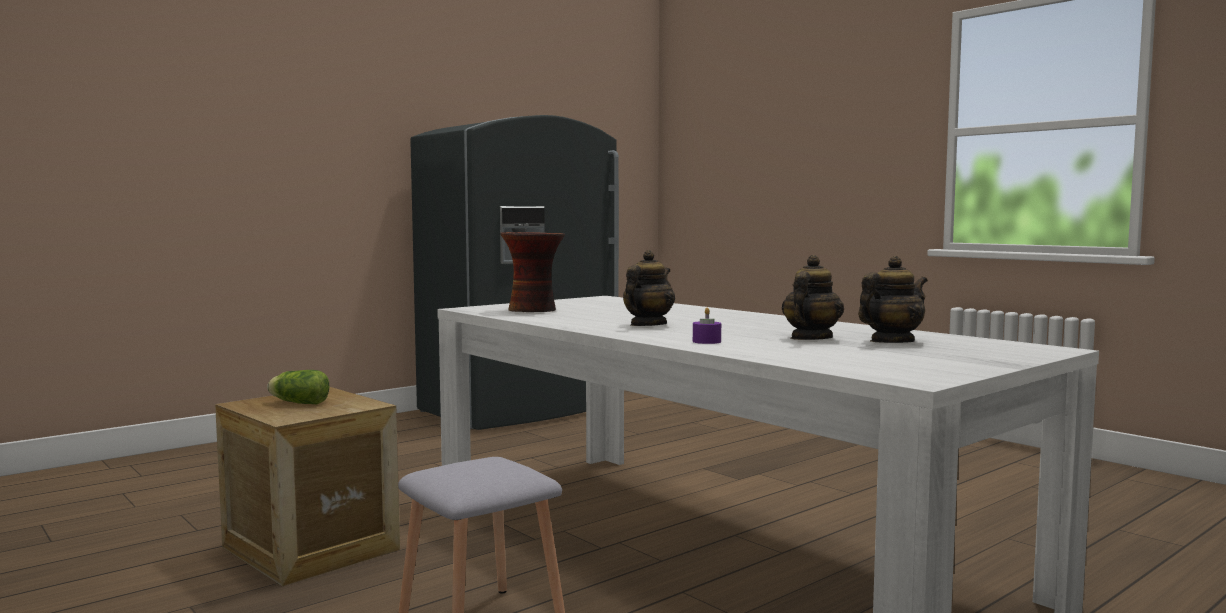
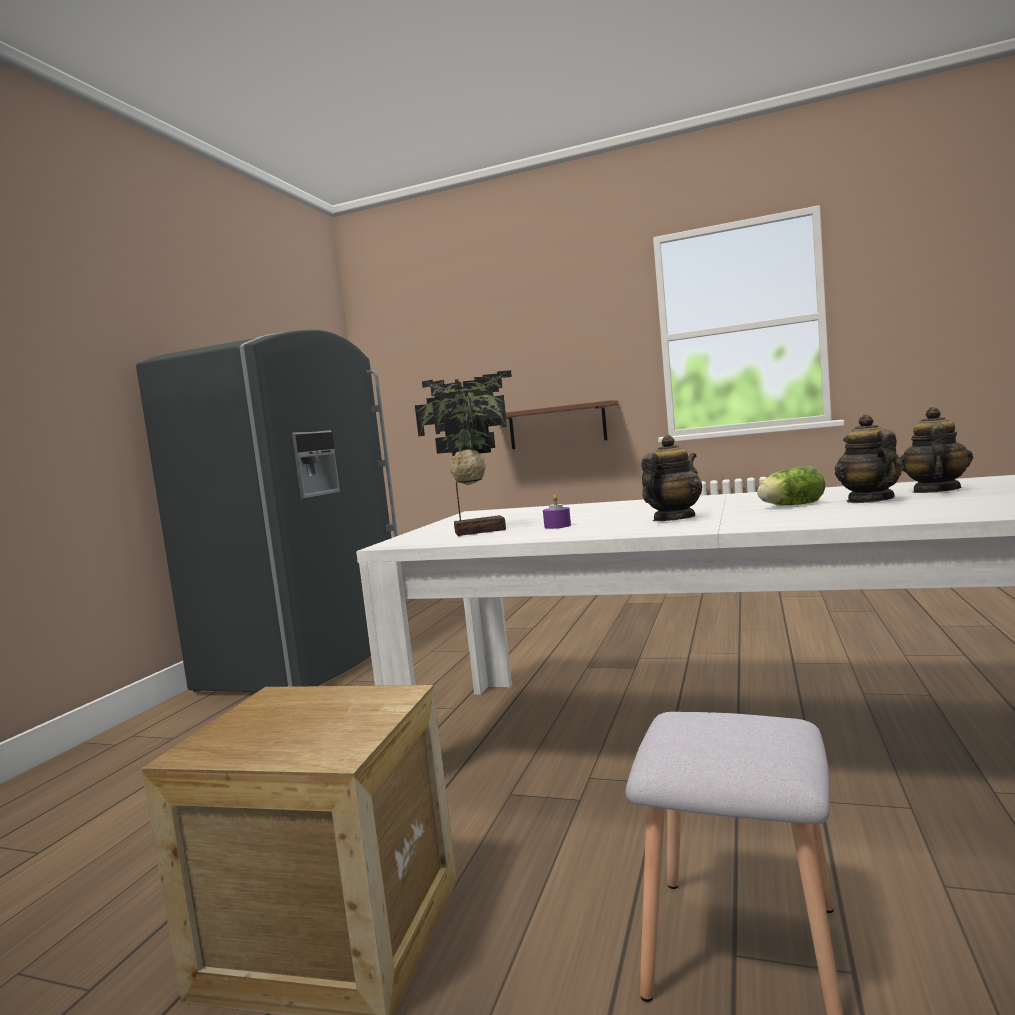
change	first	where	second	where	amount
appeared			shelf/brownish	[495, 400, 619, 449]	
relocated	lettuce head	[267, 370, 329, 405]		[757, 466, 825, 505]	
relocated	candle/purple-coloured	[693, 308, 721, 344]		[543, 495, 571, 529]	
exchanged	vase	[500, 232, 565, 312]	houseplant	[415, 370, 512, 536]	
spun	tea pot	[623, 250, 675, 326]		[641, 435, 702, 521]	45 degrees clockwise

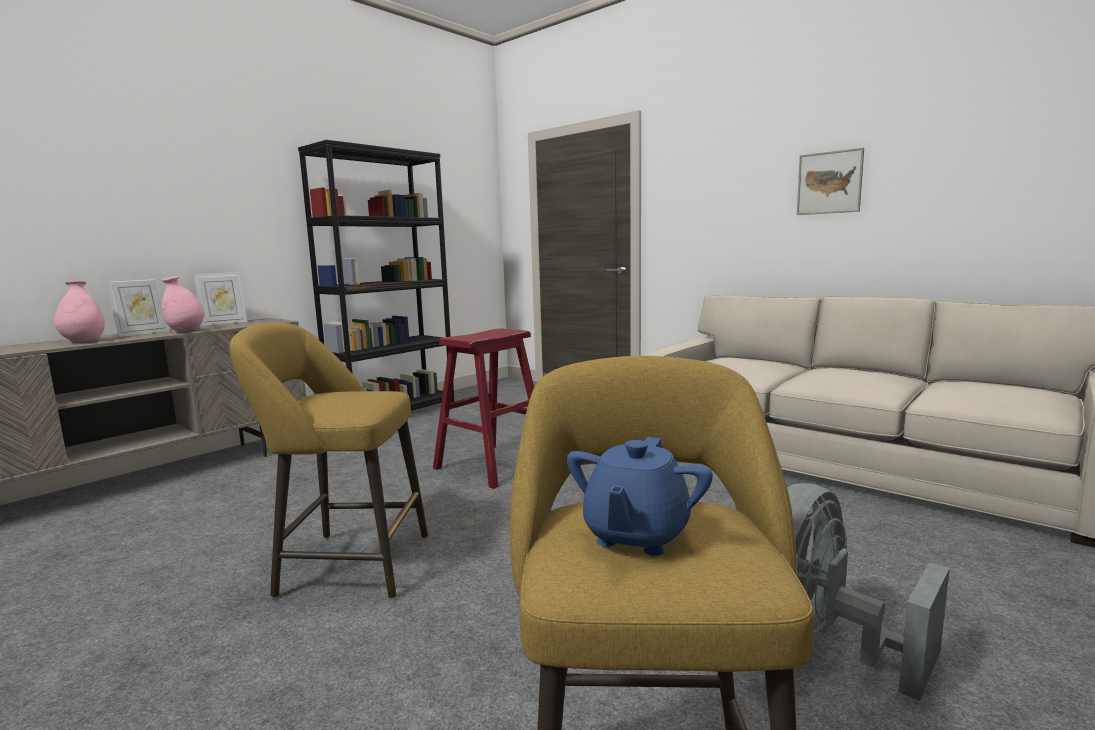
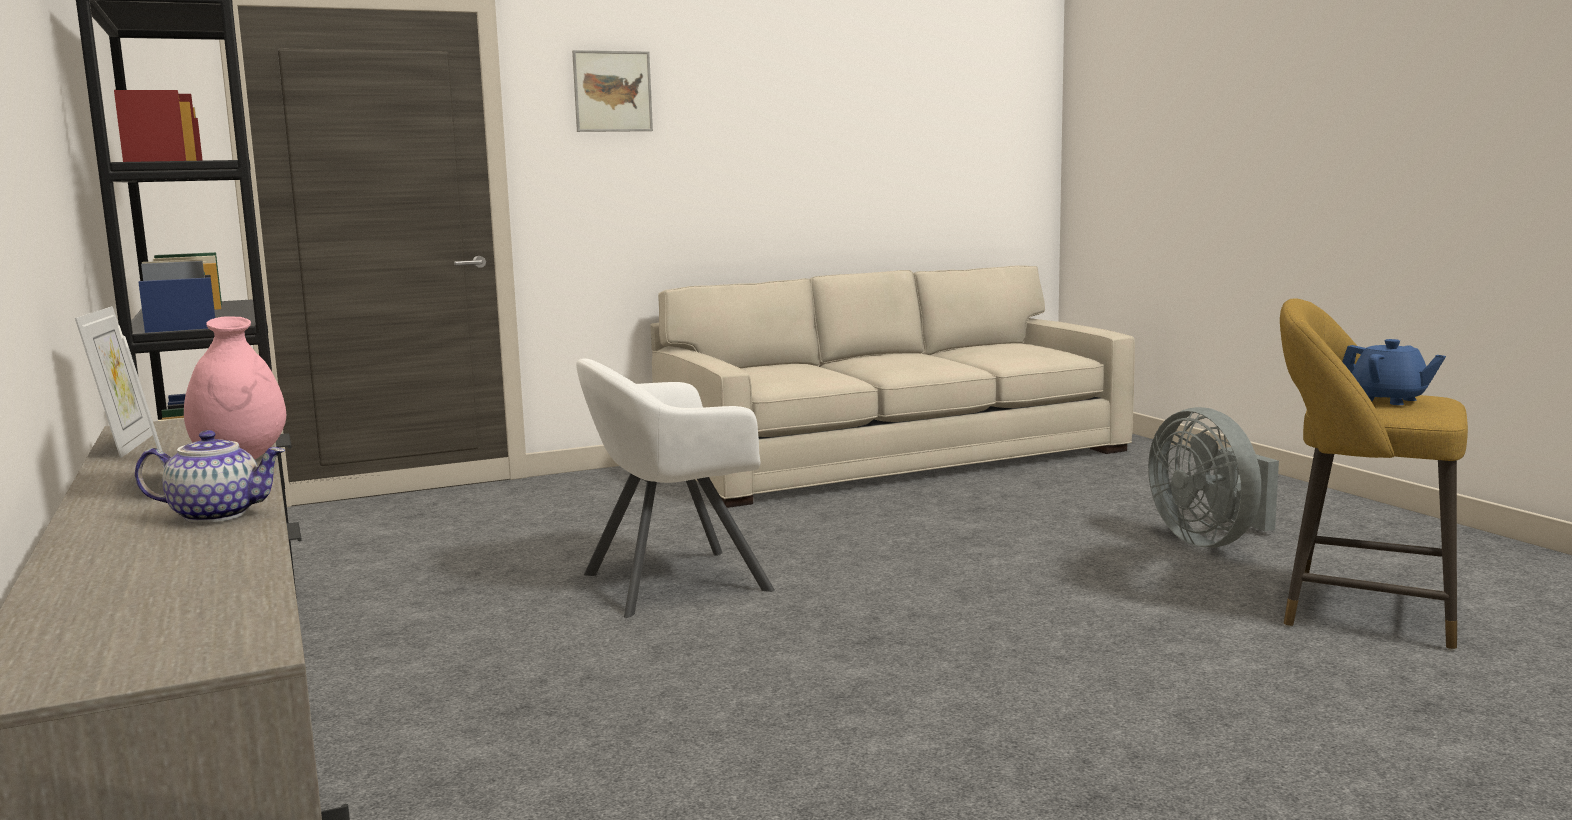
change	first	where	second	where	amount
missing	stool/yellowish	[229, 322, 428, 599]			
relocated	wall art	[797, 148, 864, 215]		[572, 50, 653, 132]	
exchanged	vase/pink-coloured	[54, 281, 105, 342]	tea pot	[135, 430, 285, 523]	
exchanged	stool/red	[433, 328, 534, 489]	armchair/white	[576, 359, 775, 618]	

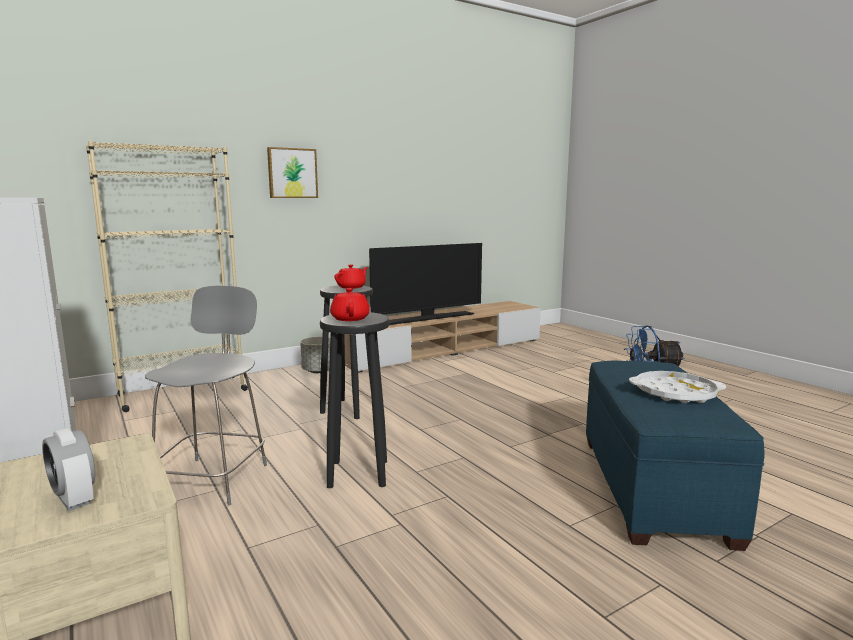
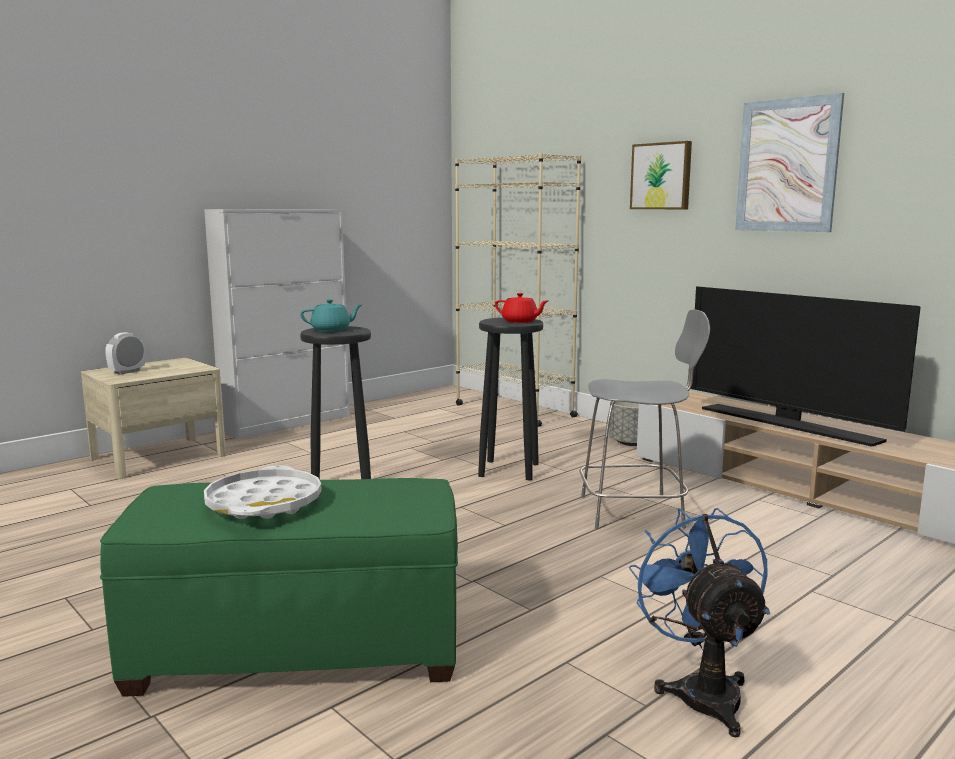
change	first	where	second	where	amount
appeared			wall art	[735, 93, 844, 232]	
relocated	stool/grey	[145, 285, 267, 506]		[579, 310, 710, 529]	
colour	tea pot/red	[330, 288, 370, 321]	tea pot/turquoise	[300, 299, 363, 332]	
colour	ottoman/blue-coloured	[586, 361, 765, 551]	ottoman/green-coloured	[100, 478, 458, 697]	

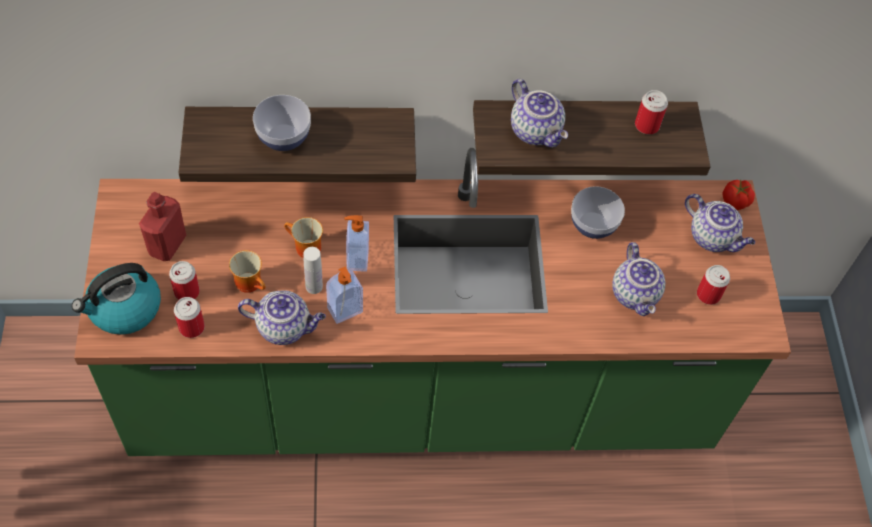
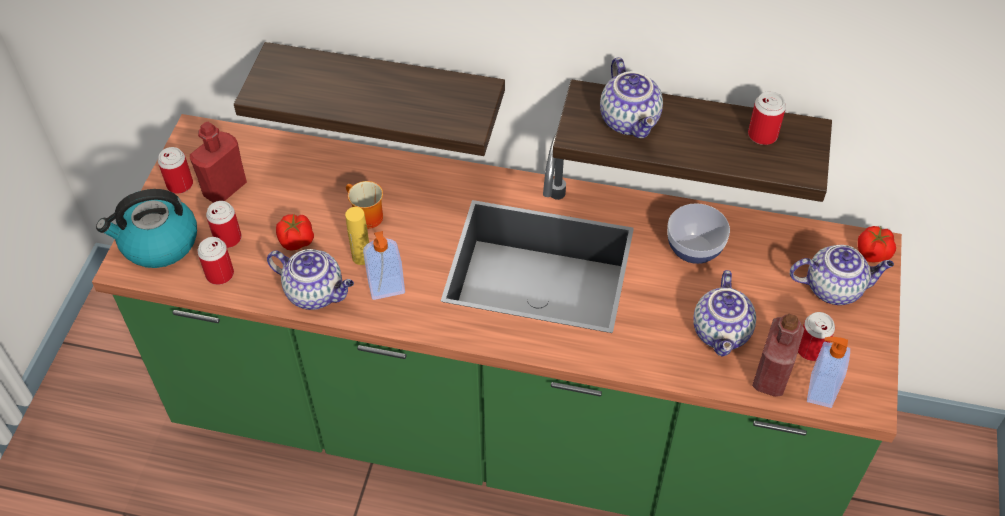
change	first	where	second	where	amount
missing	bowl	[253, 95, 311, 151]			
appeared			sealed can	[158, 147, 193, 194]	
appeared			bottle/red	[752, 314, 804, 397]	
relocated	liquid soap bottle	[344, 215, 369, 272]		[807, 337, 850, 408]	
exchanged	tea mug	[229, 250, 266, 293]	tomato	[276, 214, 314, 251]	
colour	bottle/white	[303, 247, 323, 294]	bottle/yellowish	[345, 207, 369, 265]	
spun	tea pot	[685, 194, 755, 252]		[790, 245, 894, 305]	60 degrees counterclockwise

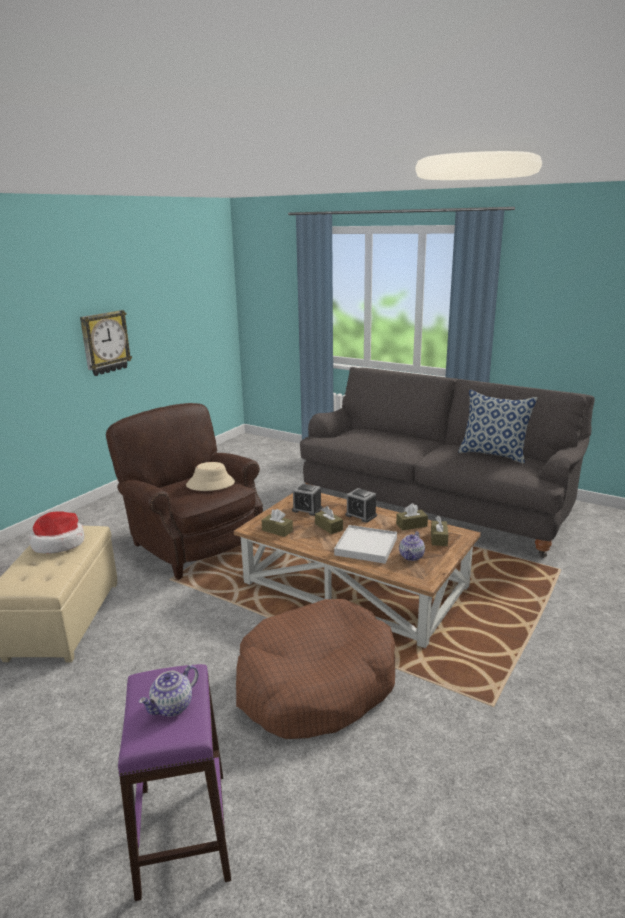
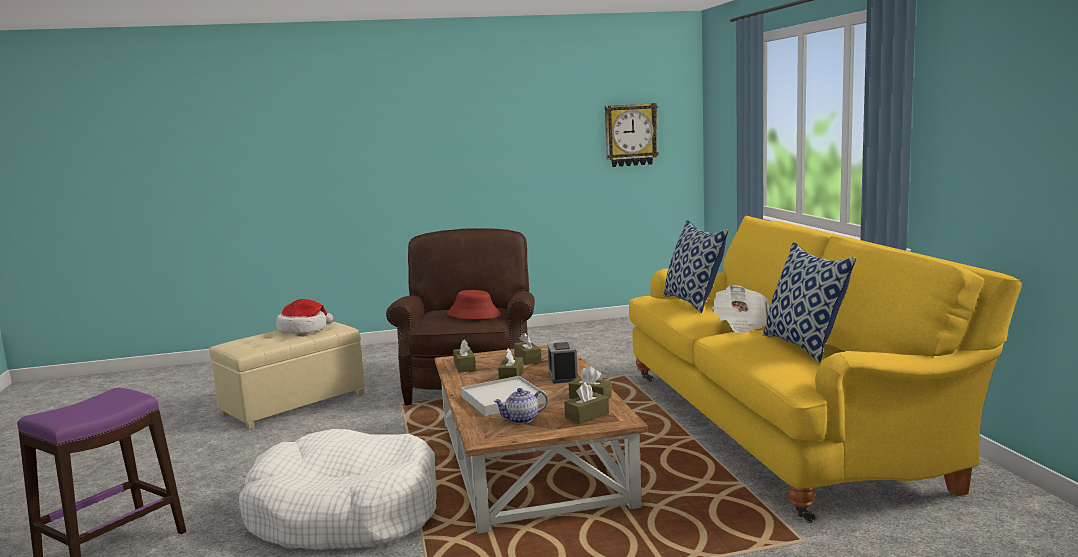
change	first	where	second	where	amount
missing	tea pot	[139, 665, 199, 717]			
appeared			cushion	[663, 220, 728, 313]	
appeared			printed paper	[712, 285, 769, 333]	
relocated	hanging clock	[80, 310, 132, 376]		[605, 103, 659, 167]	
exchanged	bedside clock	[292, 483, 322, 516]	tissue box/brownish	[514, 333, 542, 365]	
colour	clothing hat/beige	[186, 462, 235, 491]	clothing hat/red	[447, 290, 501, 320]	
colour	dog bed/brownish	[236, 599, 395, 739]	dog bed/white	[239, 429, 437, 550]	
colour	settee/grey	[300, 367, 595, 558]	settee/yellowish	[629, 216, 1022, 523]	

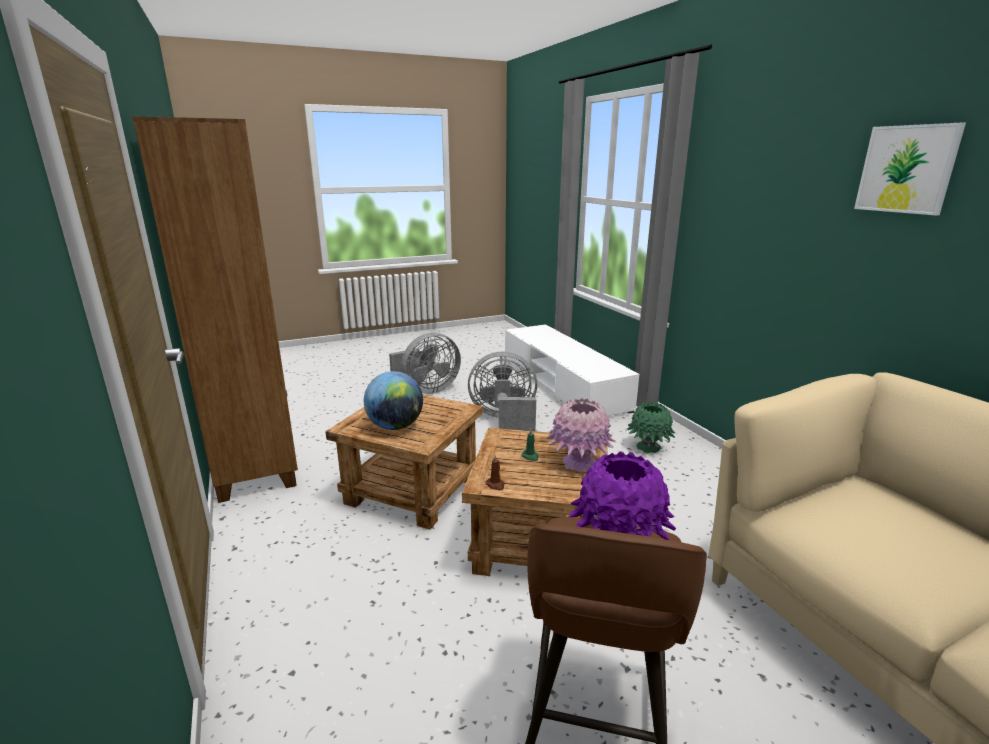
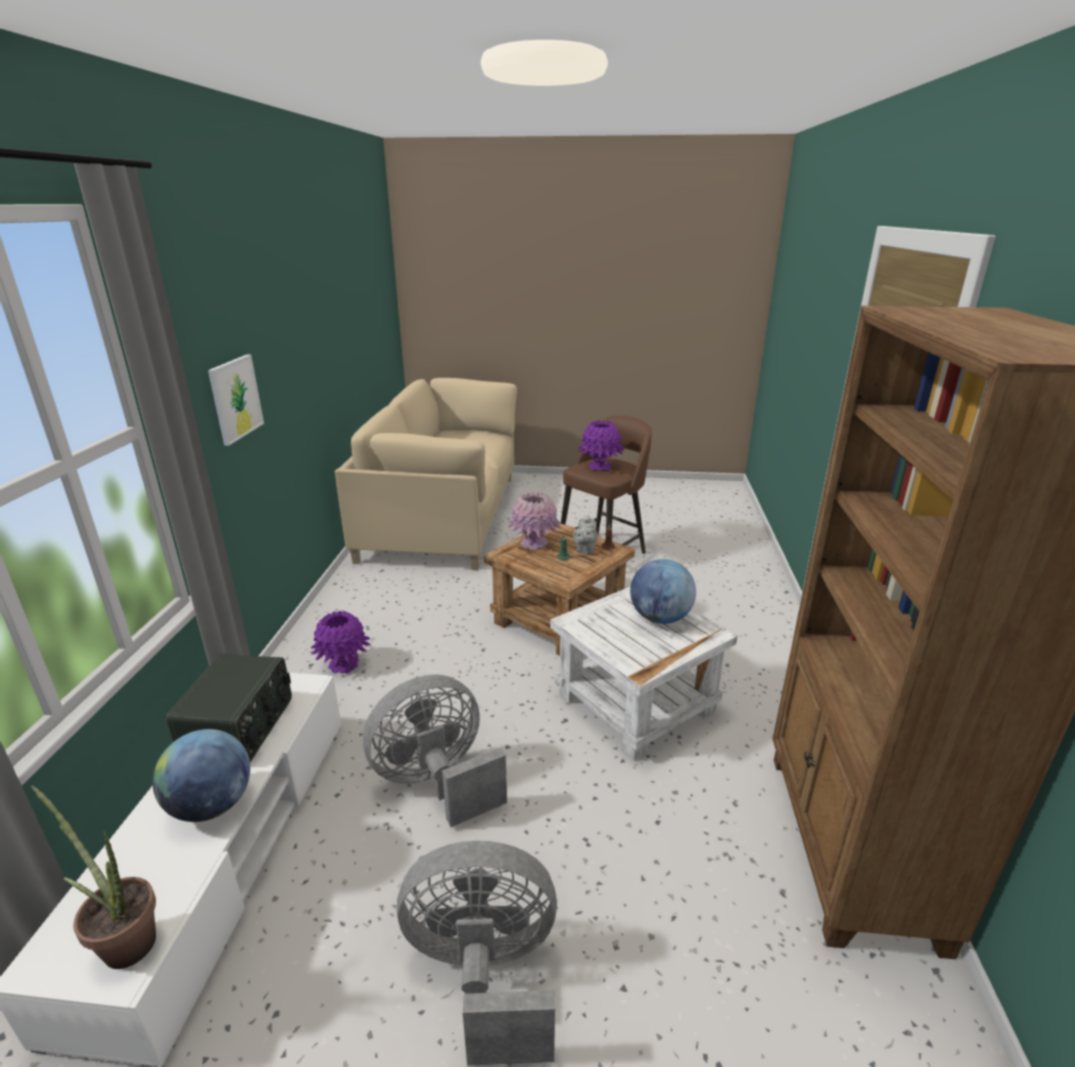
change	first	where	second	where	amount
appeared			houseplant	[31, 785, 156, 969]	
appeared			desk globe	[153, 729, 250, 822]	
appeared			radio receiver	[166, 653, 292, 762]	
appeared			tea pot/grey	[573, 514, 598, 554]	
relocated	wall art	[854, 122, 966, 215]		[208, 354, 264, 446]	
colour	accent table/brownish	[325, 395, 483, 530]	accent table/white	[550, 586, 737, 761]	
colour	vase/green-coloured	[627, 402, 675, 453]	vase/purple-coloured	[311, 611, 371, 674]	
spun	electric fan/grey	[468, 351, 537, 431]		[363, 675, 507, 827]	120 degrees clockwise

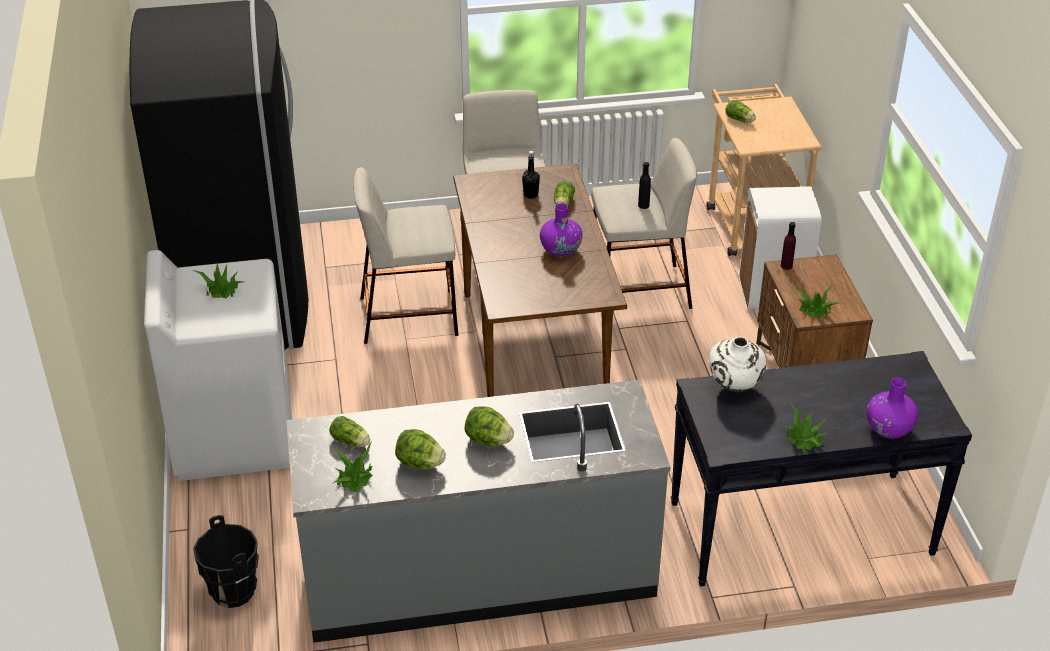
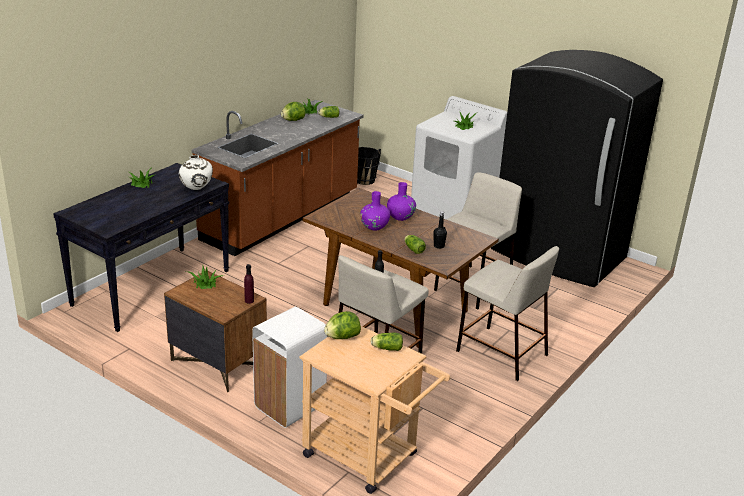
change	first	where	second	where	amount
relocated	lettuce head	[465, 407, 514, 447]		[324, 311, 361, 339]	
relocated	vase/purple-coloured	[867, 378, 918, 439]		[387, 182, 416, 221]	
colour	kitchen counter/grey	[286, 380, 671, 643]	kitchen counter/brownish	[192, 100, 364, 256]	

